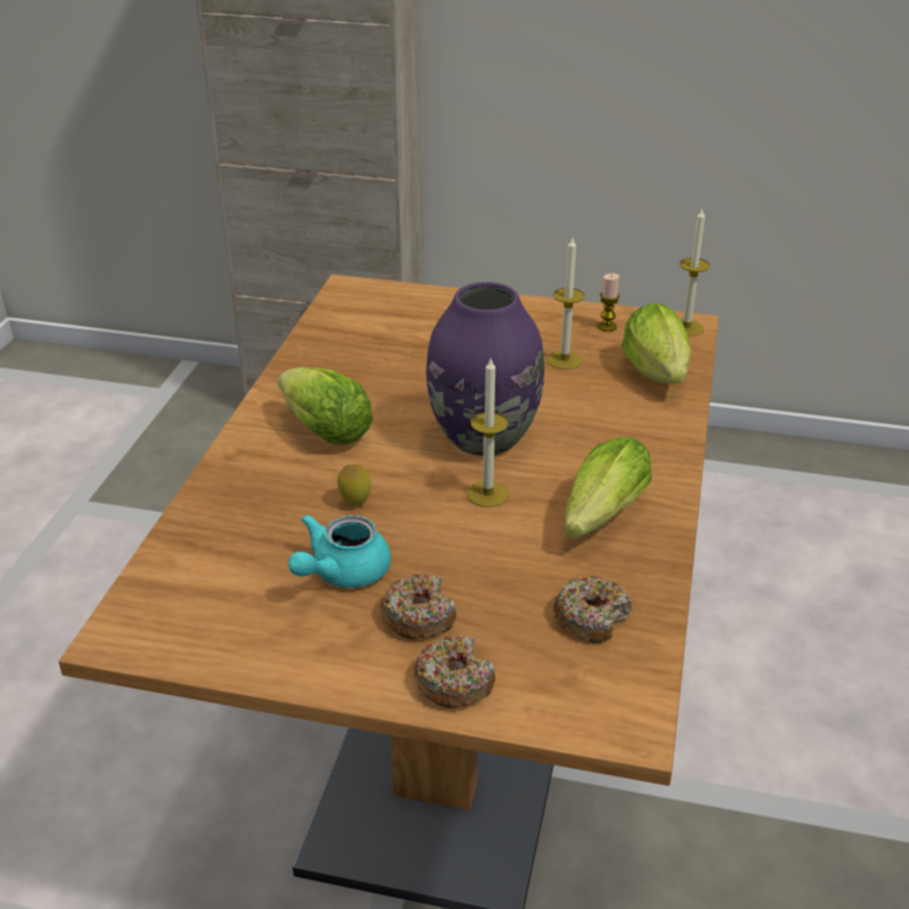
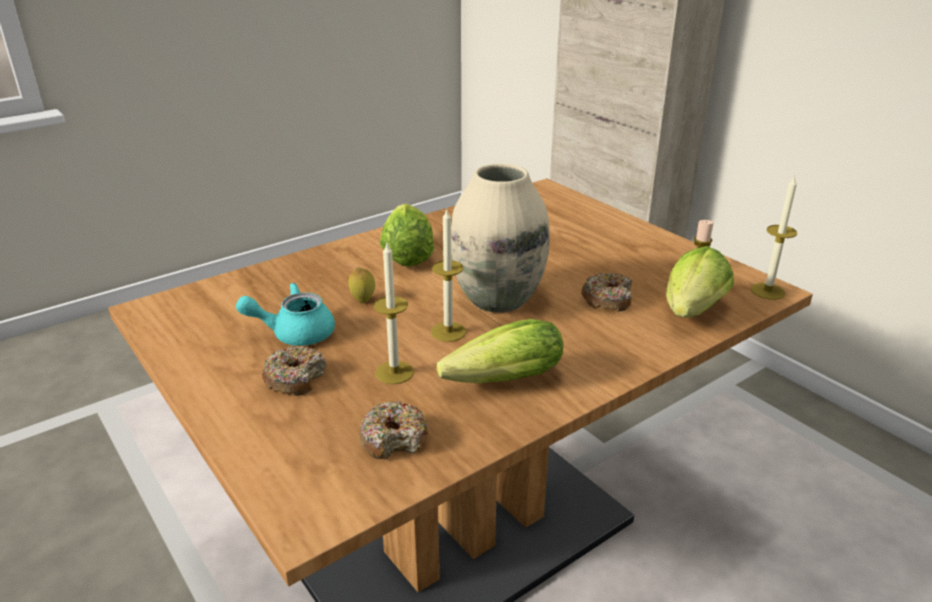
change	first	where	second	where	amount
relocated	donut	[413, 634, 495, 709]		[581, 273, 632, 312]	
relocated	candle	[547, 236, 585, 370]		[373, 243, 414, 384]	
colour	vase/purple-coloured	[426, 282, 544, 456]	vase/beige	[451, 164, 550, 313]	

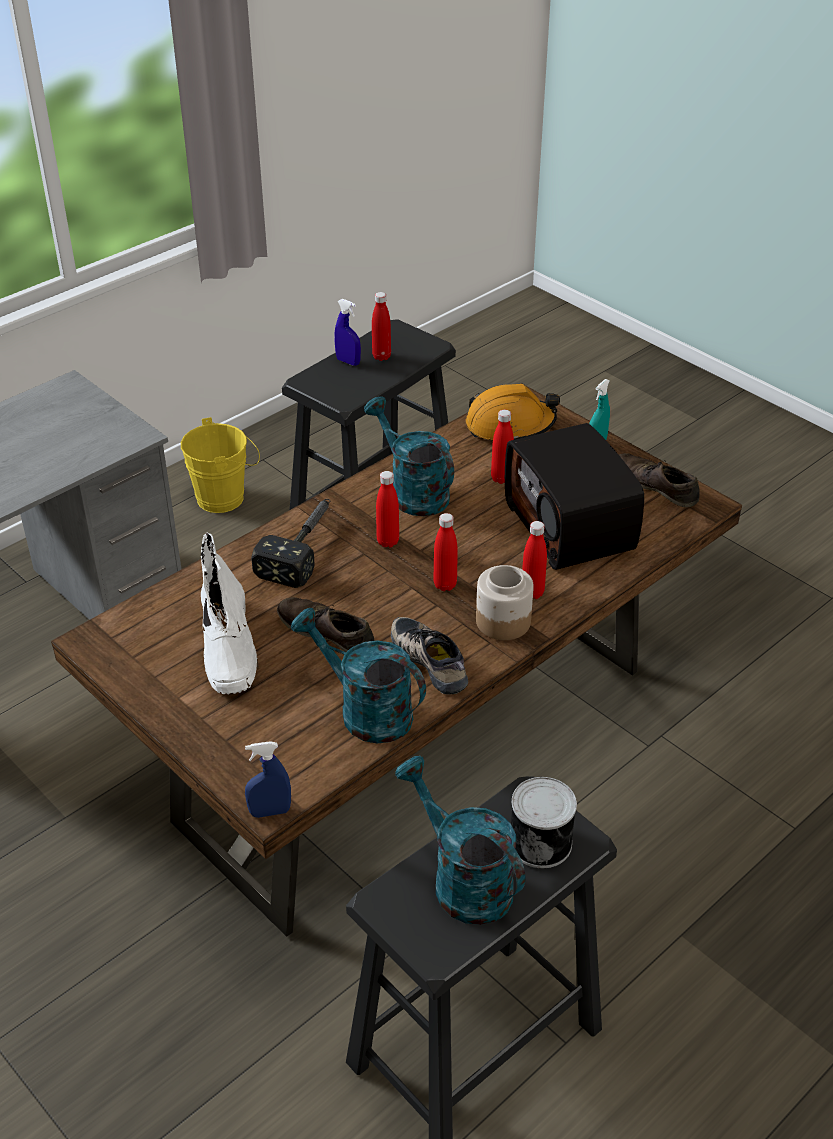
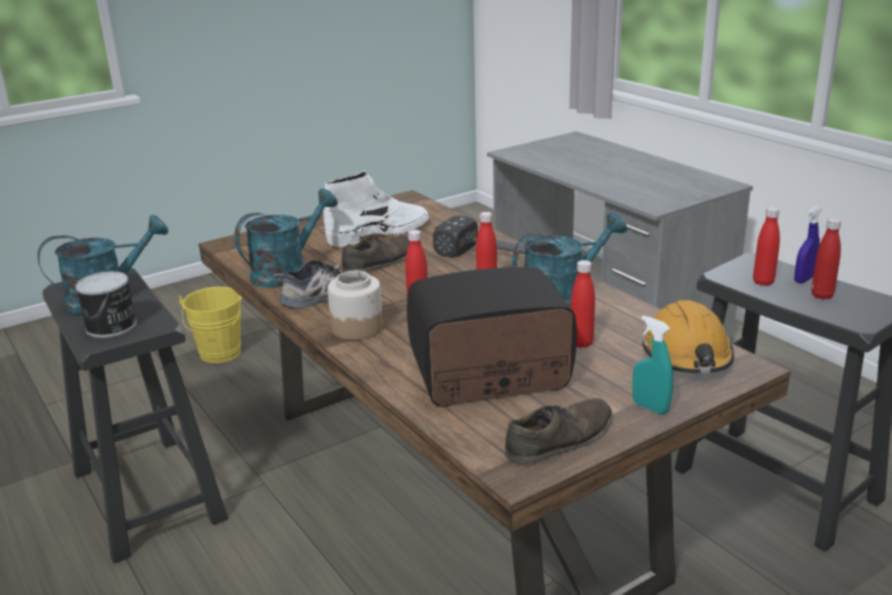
change	first	where	second	where	amount
missing	spray bottle/blue-coloured	[245, 741, 291, 818]			
relocated	bucket/yellowish	[181, 417, 260, 513]		[179, 287, 242, 363]	
relocated	bottle/red	[522, 521, 547, 599]		[753, 207, 780, 286]	
spun	boot/white	[201, 533, 258, 694]		[324, 170, 429, 247]	150 degrees clockwise

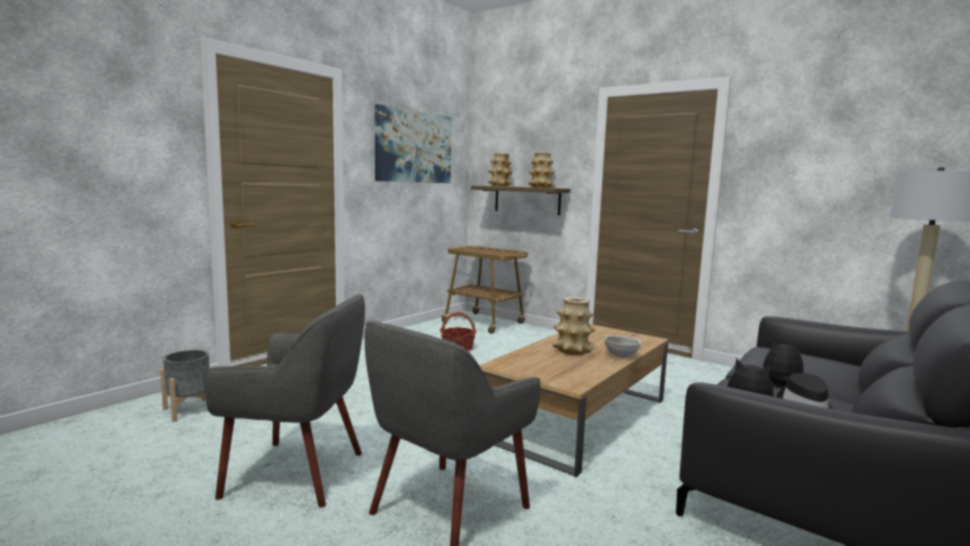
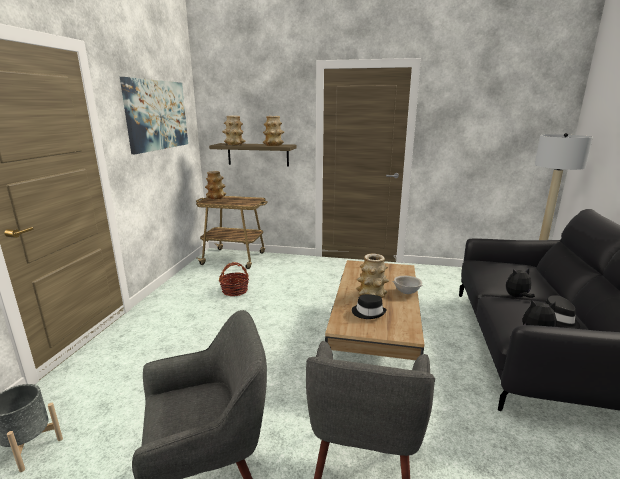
change	first	where	second	where	amount
appeared			vase	[205, 171, 226, 199]	
appeared			clothing hat/black	[352, 294, 387, 319]	

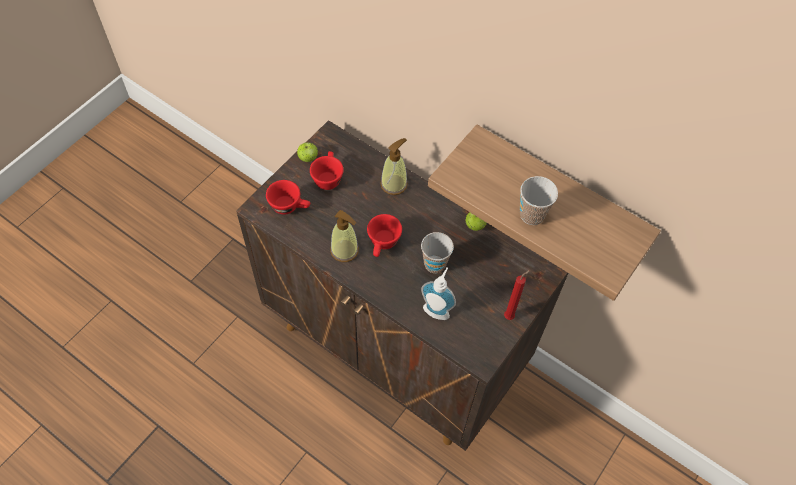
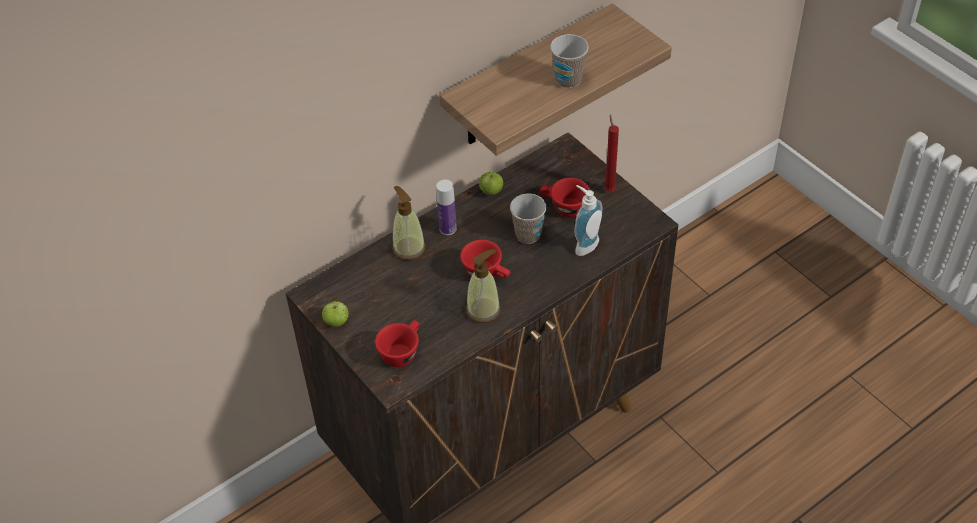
change	first	where	second	where	amount
appeared			bottle	[436, 180, 457, 235]	
relocated	drinking cup/red	[310, 151, 344, 190]		[540, 177, 590, 217]	

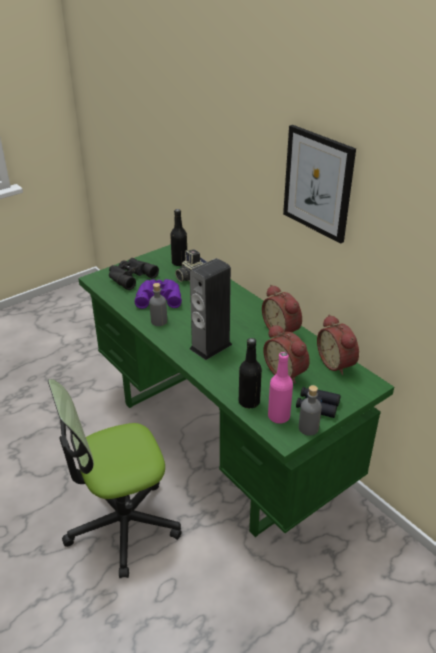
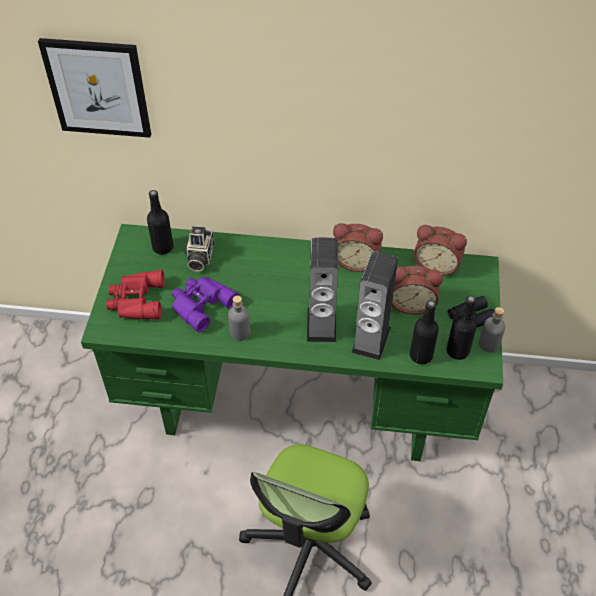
change	first	where	second	where	amount
appeared			speaker	[351, 251, 398, 361]	
relocated	wall art	[283, 125, 356, 244]		[38, 38, 151, 138]	
colour	field glasses/black	[109, 258, 159, 290]	field glasses/red	[106, 270, 165, 320]	
colour	bottle/pink-coloured	[268, 352, 293, 424]	bottle/black	[446, 295, 477, 360]	

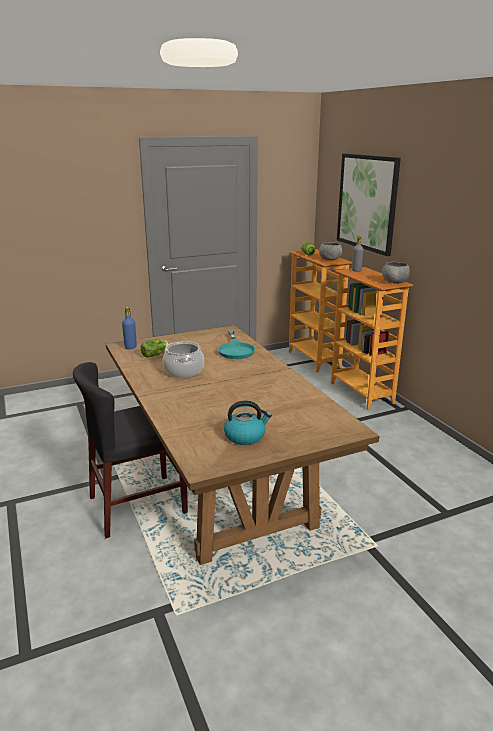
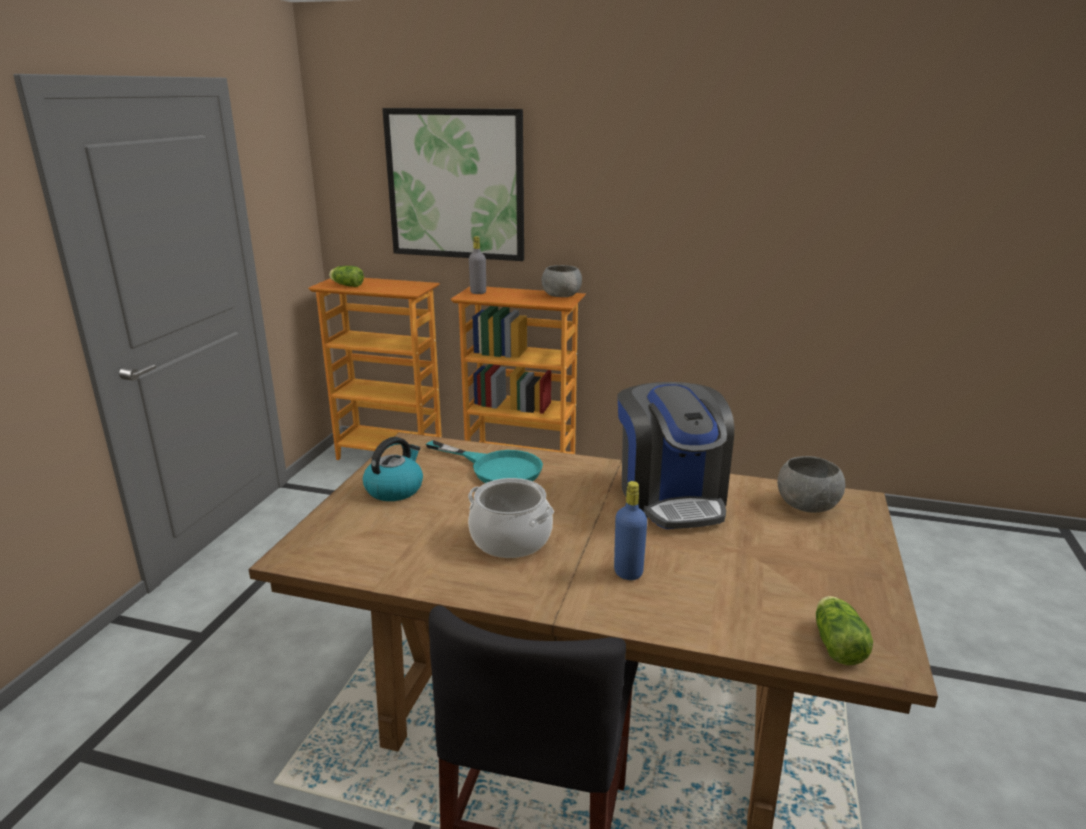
change	first	where	second	where	amount
appeared			coffee brewer	[617, 382, 734, 529]	
relocated	bottle/blue-coloured	[122, 306, 137, 349]		[614, 481, 647, 580]	
relocated	lettuce head	[140, 339, 169, 358]		[816, 596, 873, 665]	
relocated	water kettle	[224, 401, 272, 445]		[363, 437, 423, 501]	
relocated	bowl/grey	[319, 242, 342, 260]		[777, 456, 845, 513]	

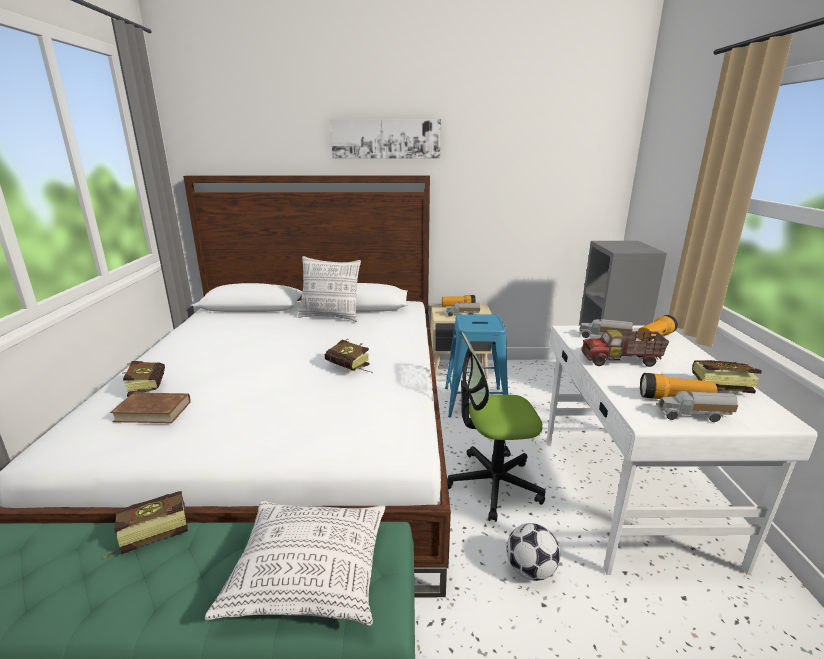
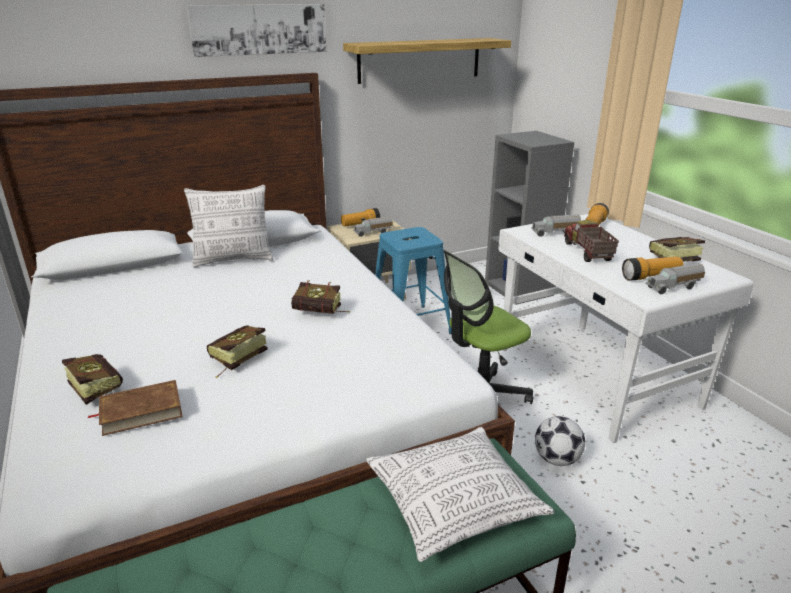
change	first	where	second	where	amount
appeared			shelf	[343, 38, 511, 84]	
relocated	volume	[103, 491, 188, 559]		[207, 325, 268, 378]	
spun	toy lorry	[581, 330, 669, 367]		[564, 220, 619, 262]	105 degrees clockwise

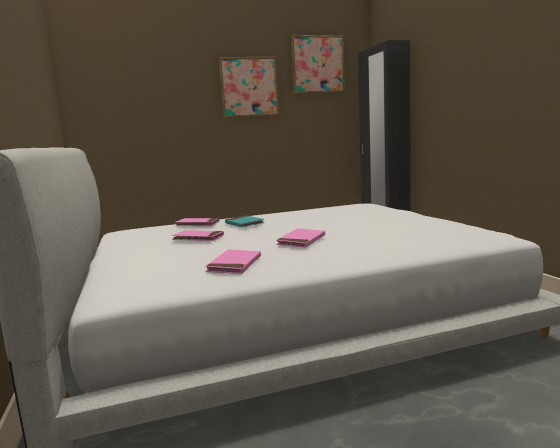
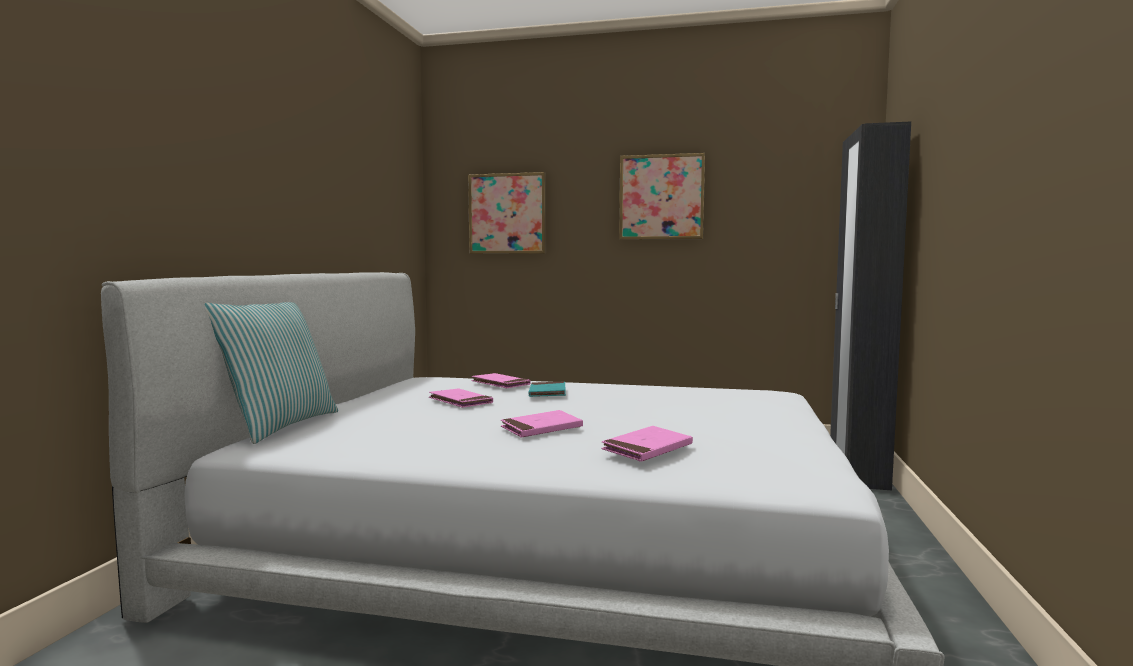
change	first	where	second	where	amount
appeared			cushion	[204, 302, 338, 444]	
relocated	volume/pink-coloured	[205, 249, 261, 274]		[601, 426, 693, 462]	
relocated	wall art	[291, 35, 345, 94]		[468, 172, 546, 254]	

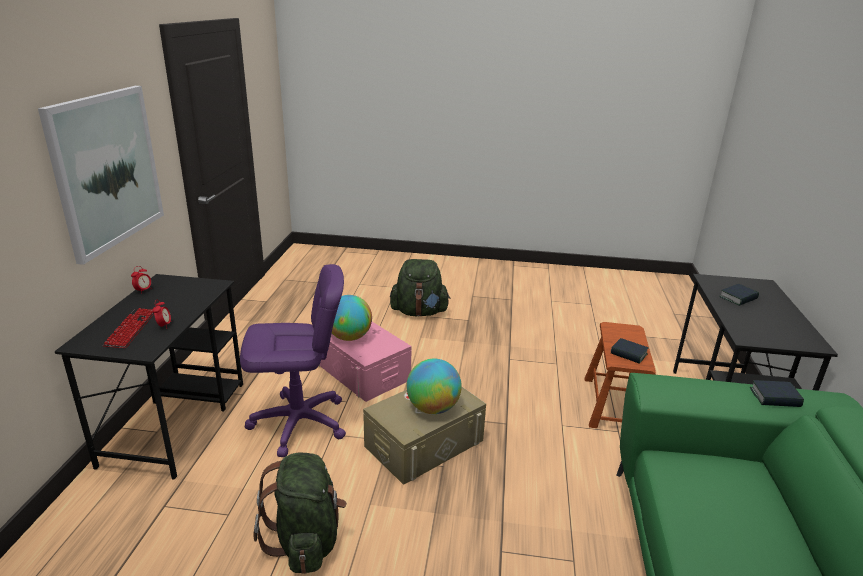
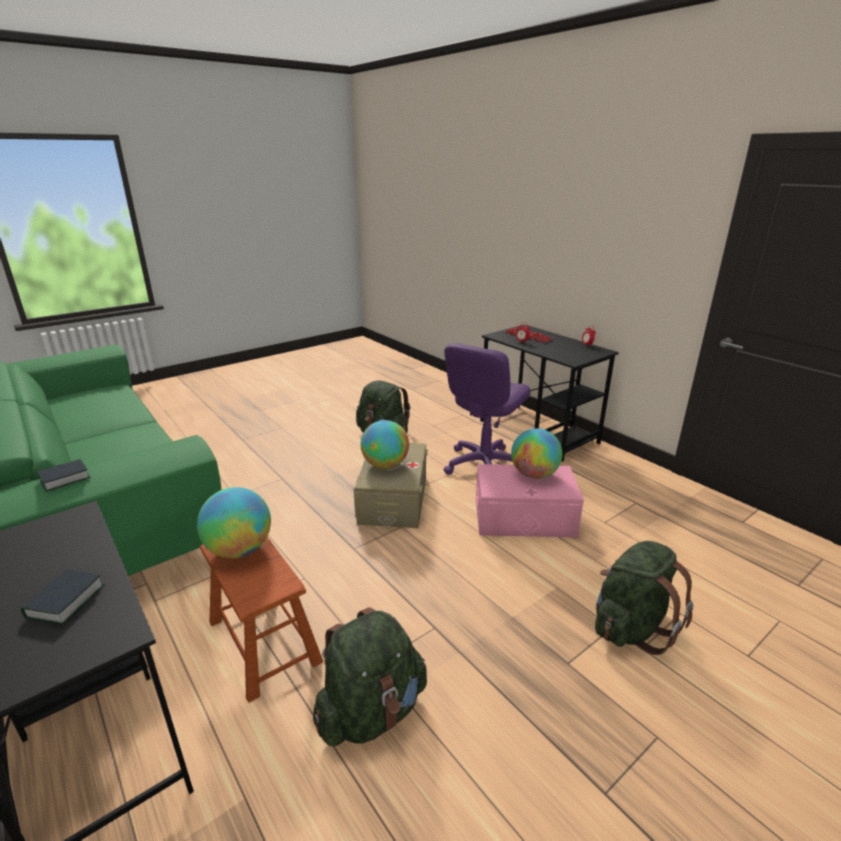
change	first	where	second	where	amount
missing	wall art	[38, 86, 164, 265]			
appeared			knapsack/green-coloured	[313, 607, 427, 746]	
exchanged	volume	[611, 338, 649, 364]	desk globe	[197, 487, 271, 558]	

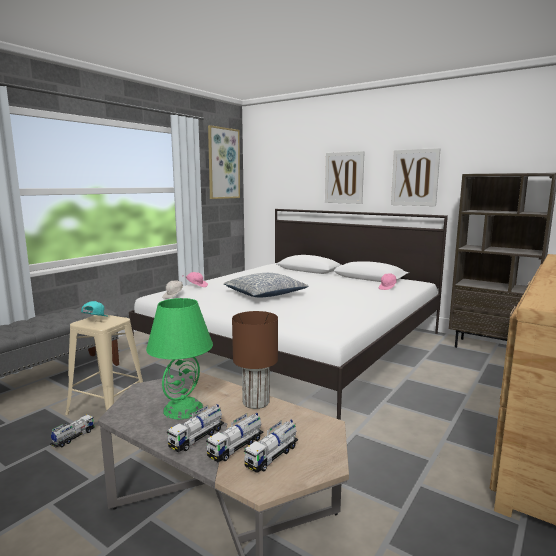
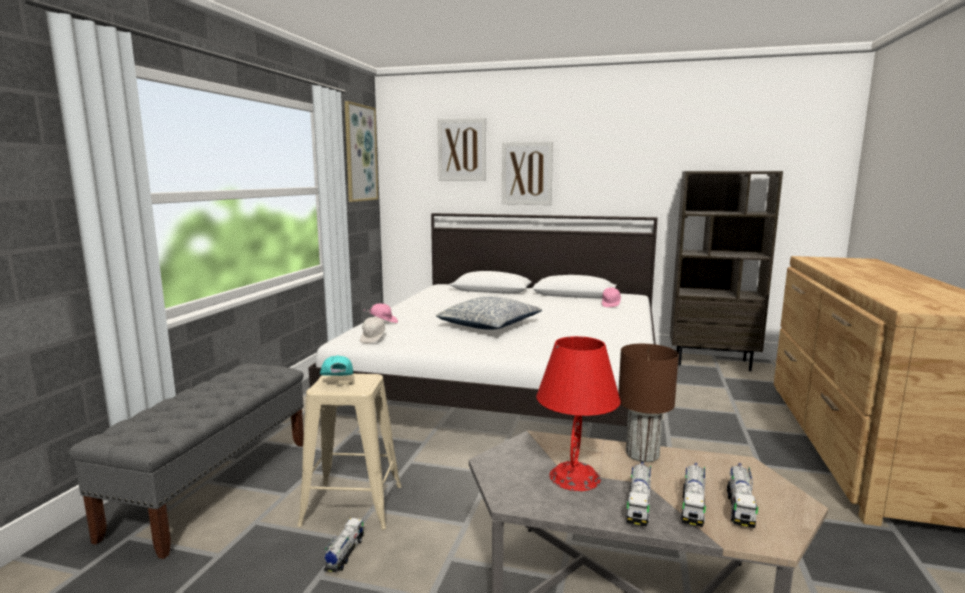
change	first	where	second	where	amount
relocated	wall art	[391, 148, 441, 206]		[437, 118, 486, 181]	
colour	tabletop lamp/green-coloured	[146, 298, 213, 419]	tabletop lamp/red	[536, 336, 621, 491]	

